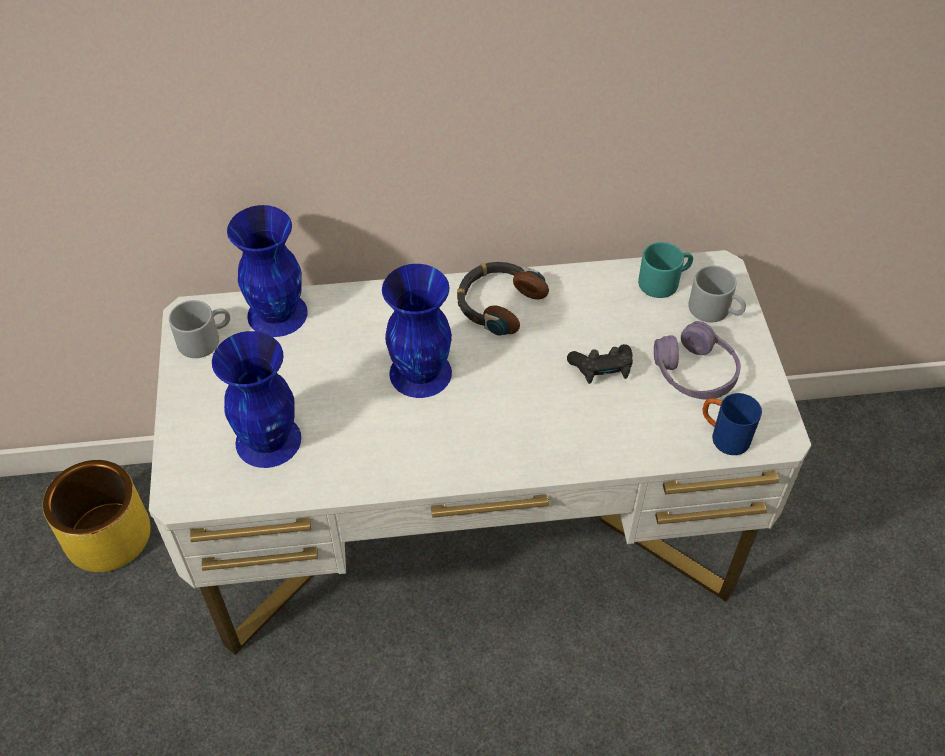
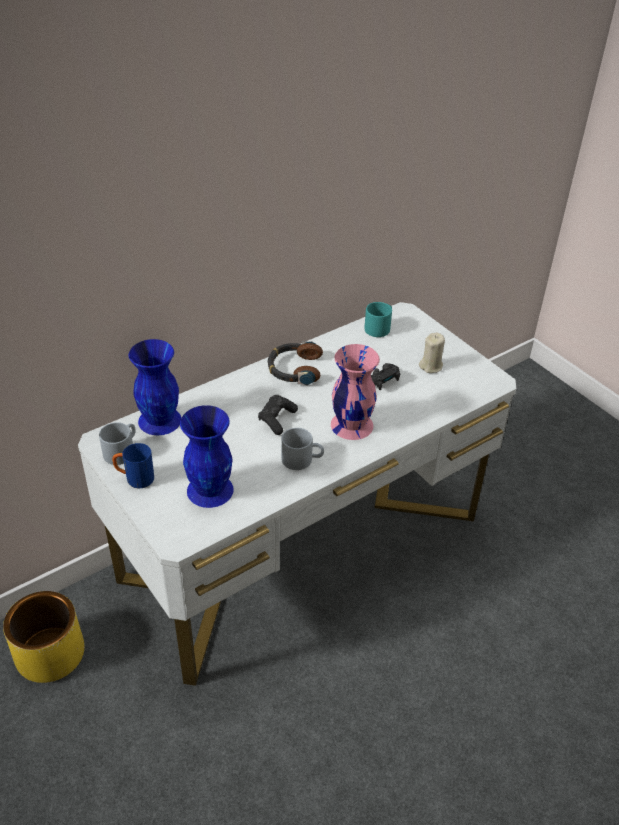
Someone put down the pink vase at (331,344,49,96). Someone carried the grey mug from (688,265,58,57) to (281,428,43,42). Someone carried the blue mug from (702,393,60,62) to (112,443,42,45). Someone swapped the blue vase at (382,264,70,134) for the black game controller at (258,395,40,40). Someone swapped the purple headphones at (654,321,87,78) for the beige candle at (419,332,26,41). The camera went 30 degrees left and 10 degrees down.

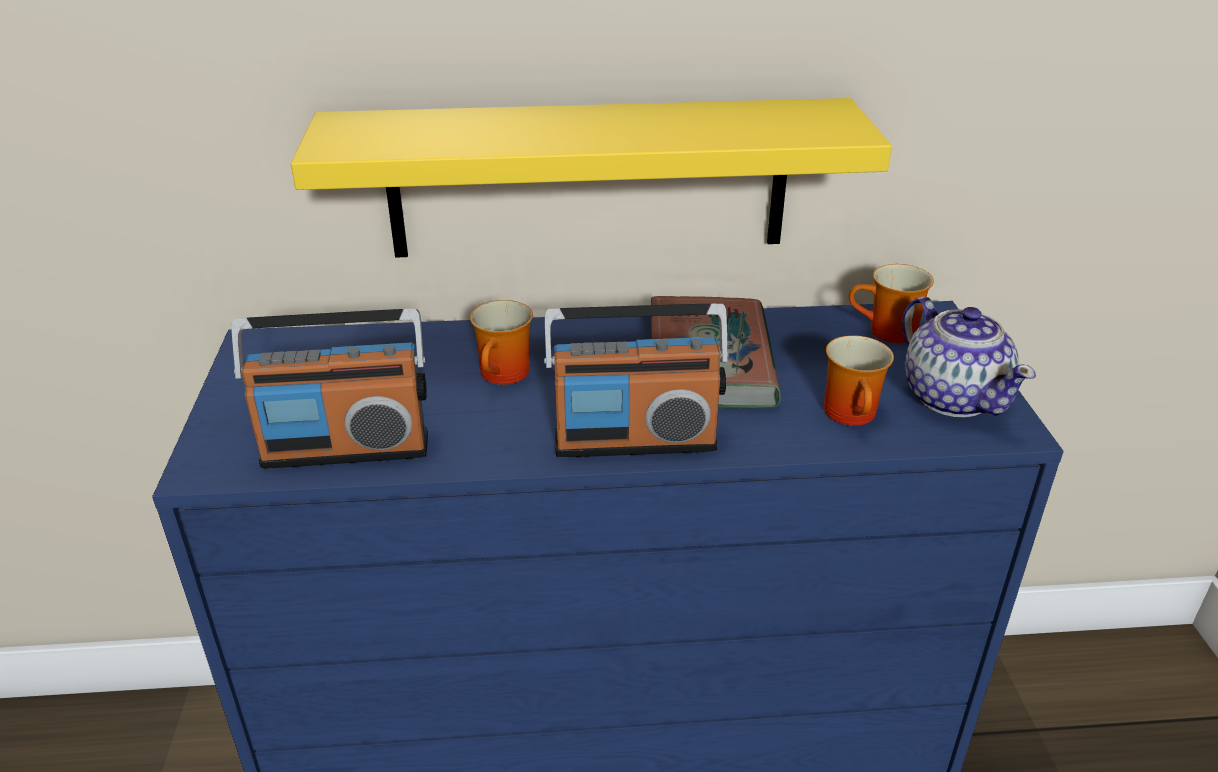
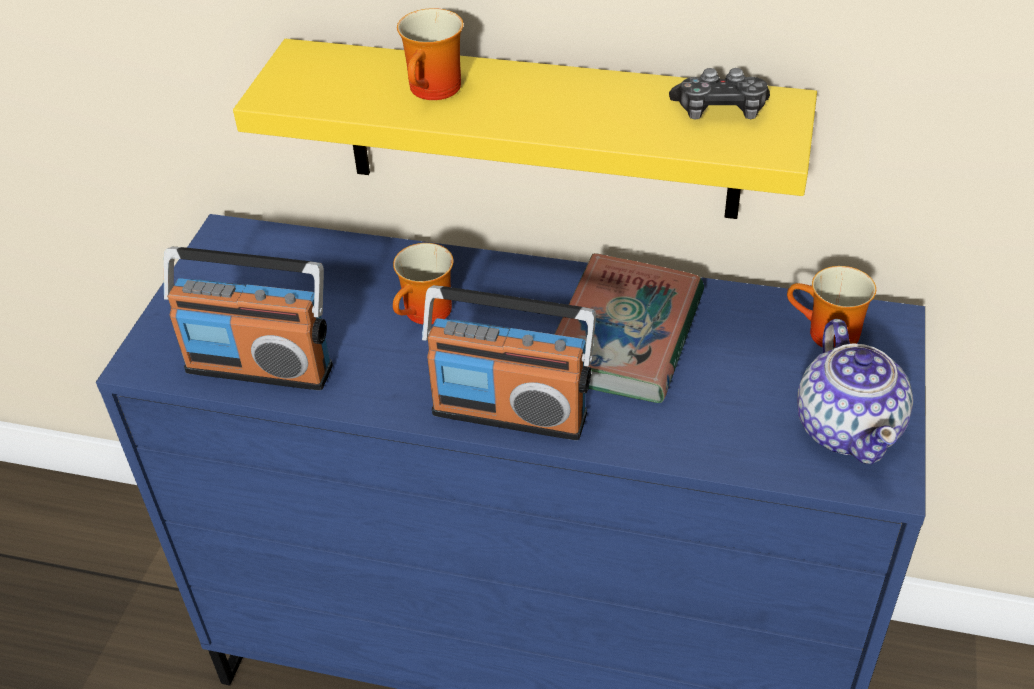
Someone put down the game controller at (669,68,101,52). Someone carried the mug from (824,335,70,91) to (397,8,66,92). The camera went 20 degrees right and 10 degrees up.

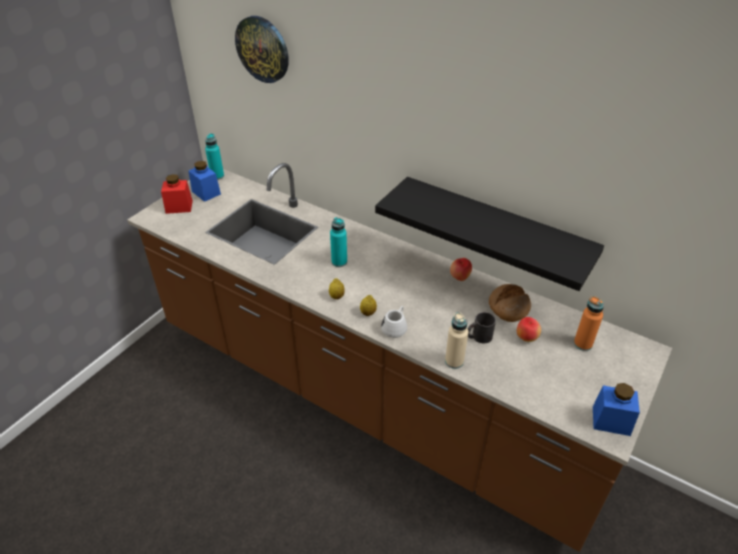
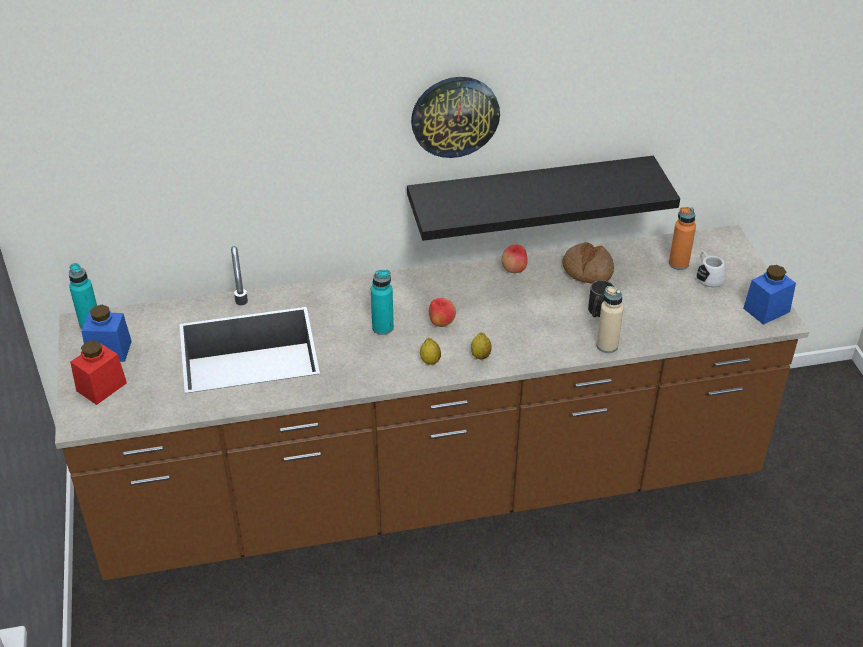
Someone carried the wall clock from (235,16,54,67) to (411,77,89,81). Someone carried the white mug from (381,306,26,32) to (696,251,31,36). Someone carried the apple from (517,317,24,25) to (429,298,27,29). The camera went 45 degrees left and 0 degrees up.

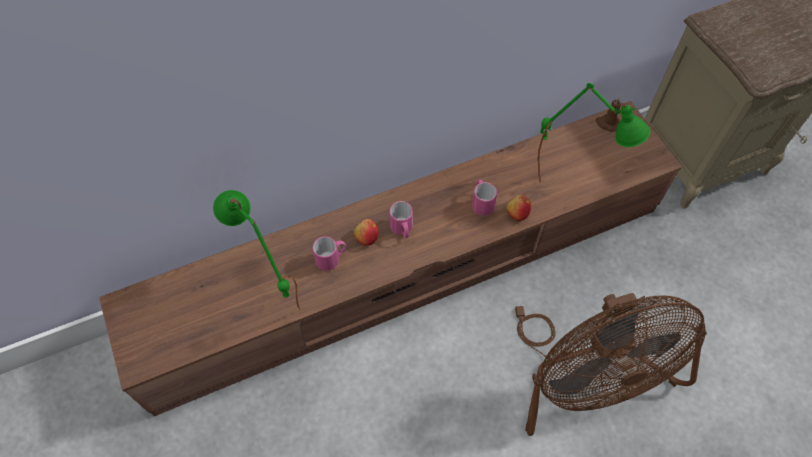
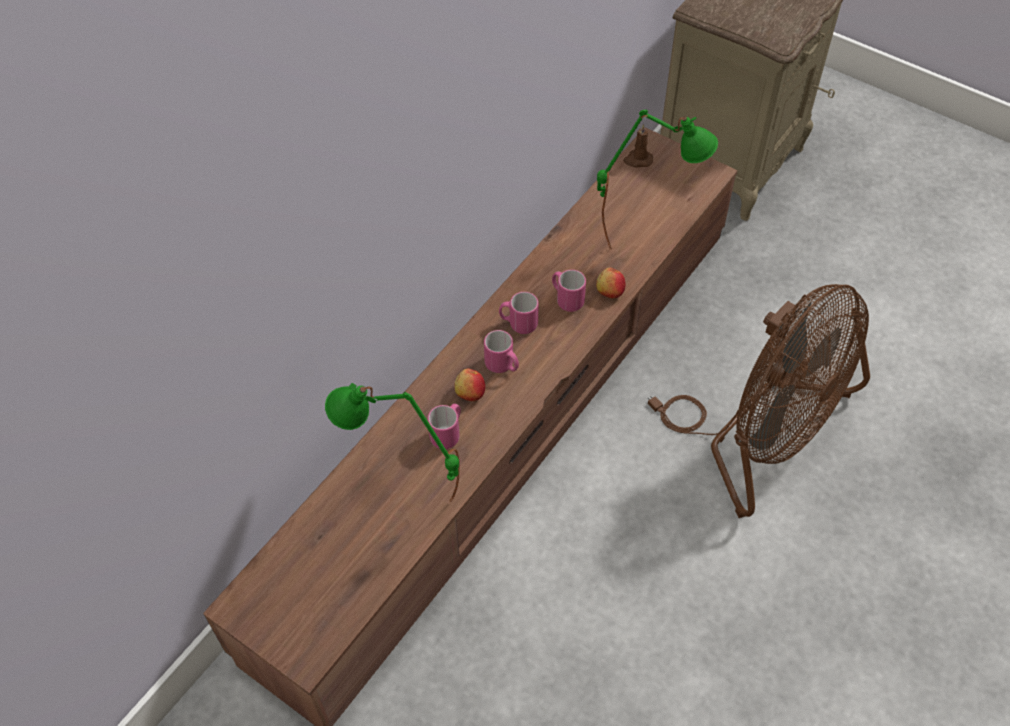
Someone put down the pink mug at (499,292,40,42). The camera went 30 degrees left and 5 degrees down.

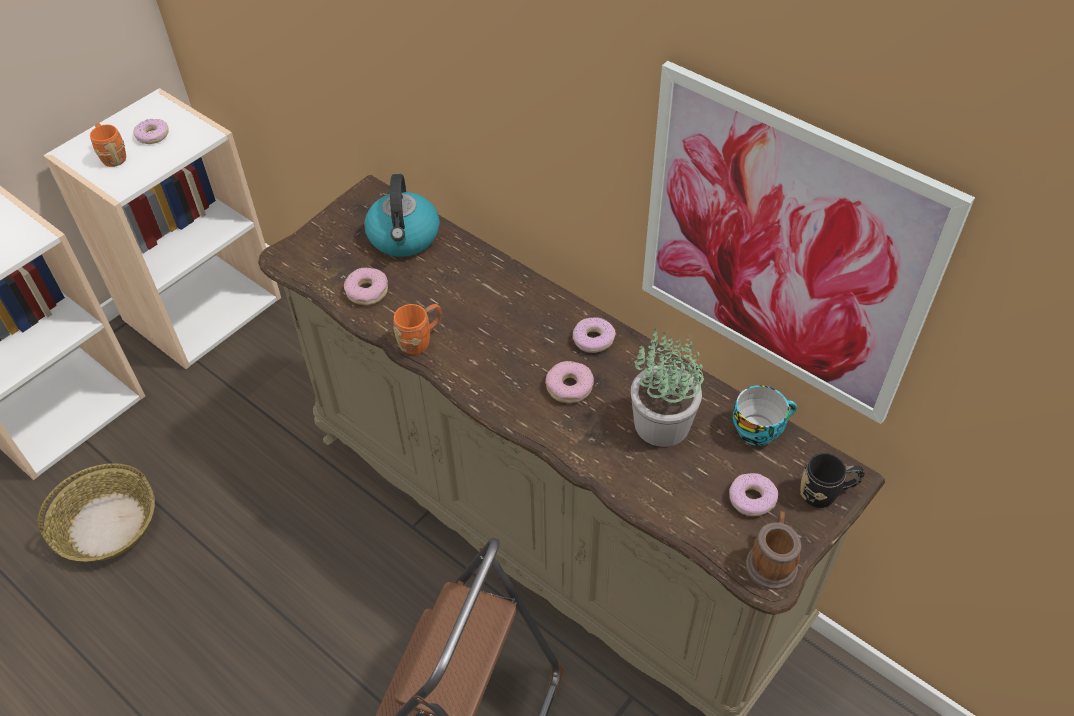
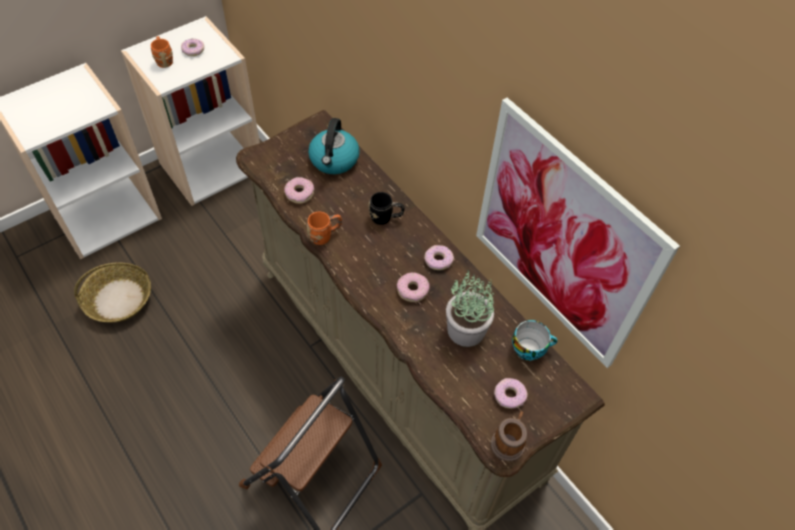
Someone carried the black mug from (800,453,65,55) to (368,192,36,33). The camera went 10 degrees right and 5 degrees up.

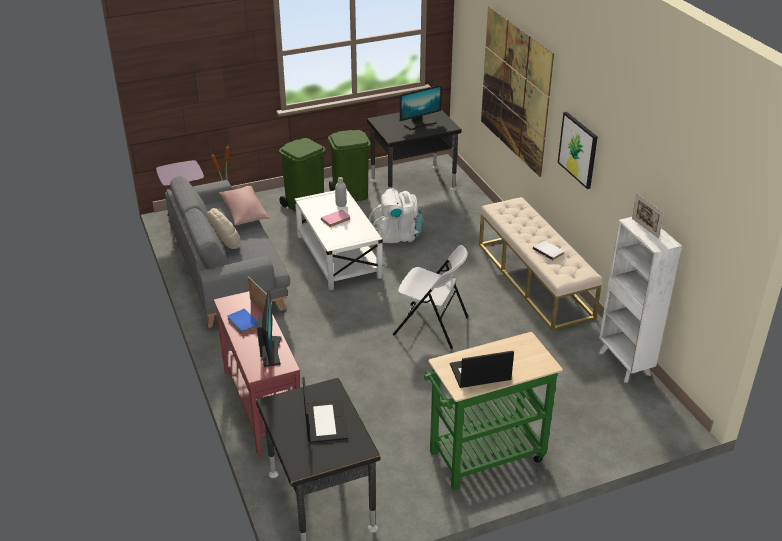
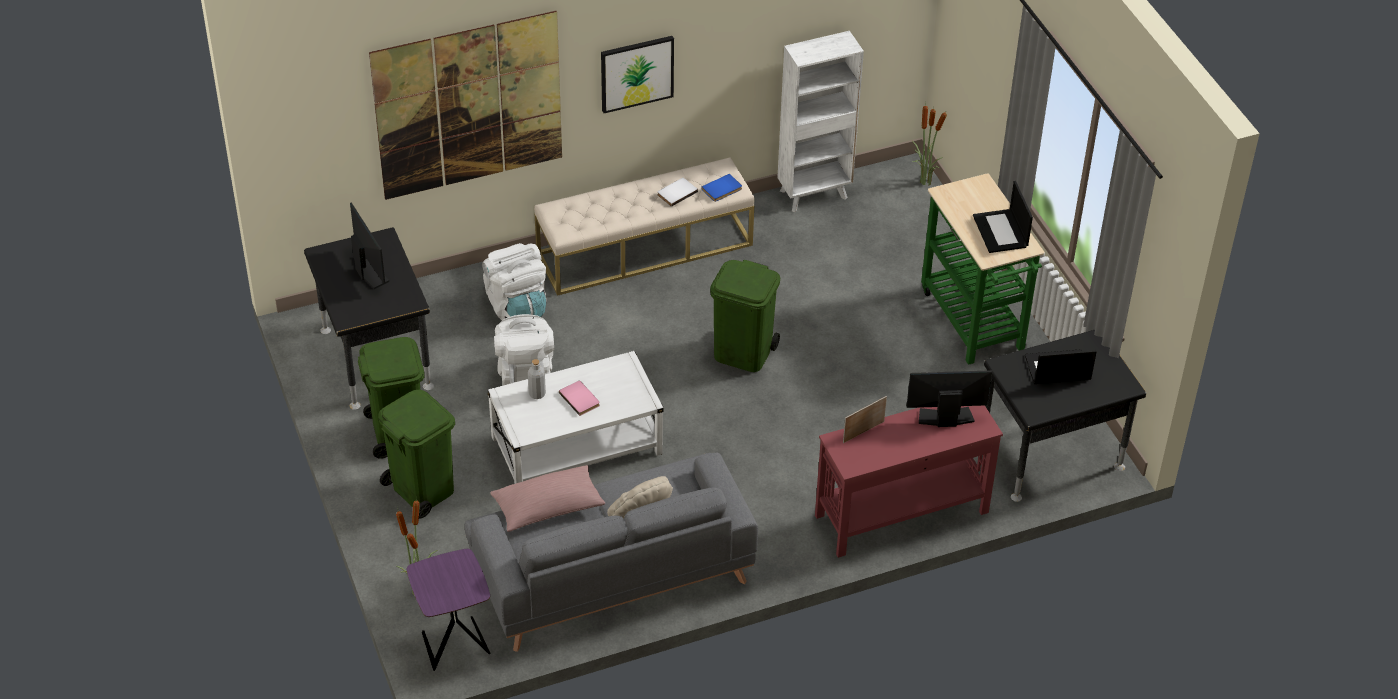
Someone took away the picture frame at (632,194,32,45). Someone put down the white backpack at (482,243,64,77). Someone put down the potted plant at (912,104,35,82). Someone carried the blue book from (227,309,31,25) to (701,174,41,28). Someone swapped the white chair at (393,245,76,104) for the green trash can at (710,260,70,112). The camera went 90 degrees left and 10 degrees up.

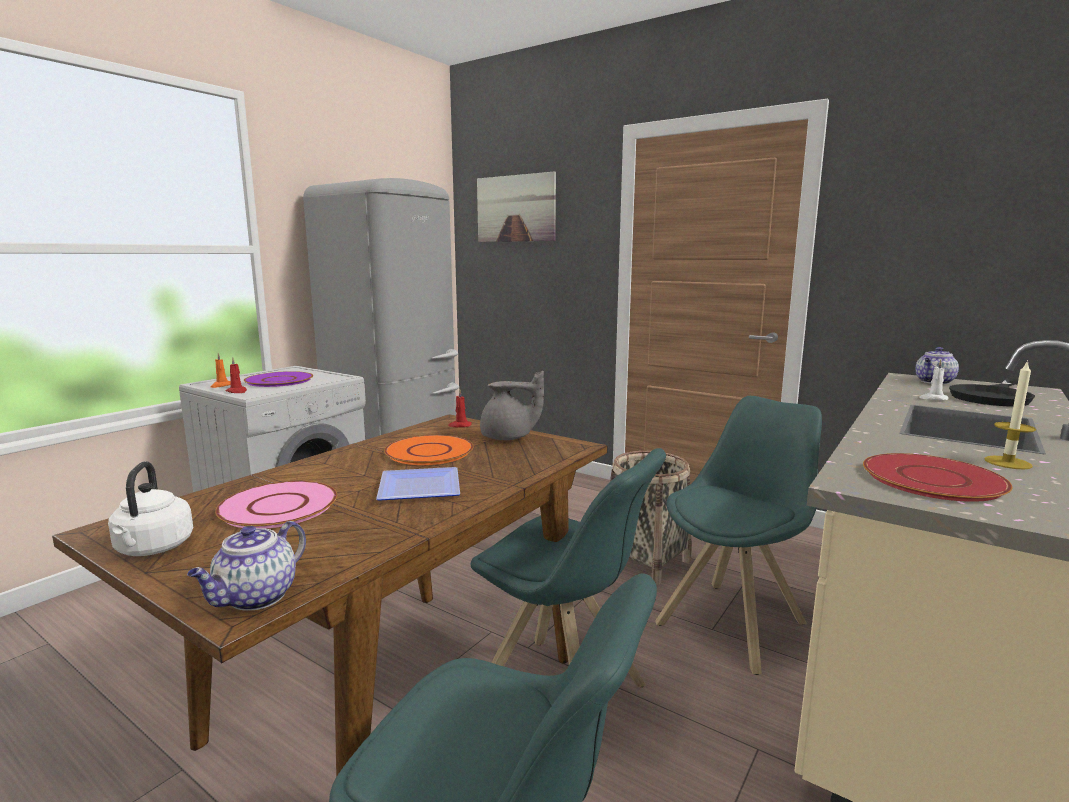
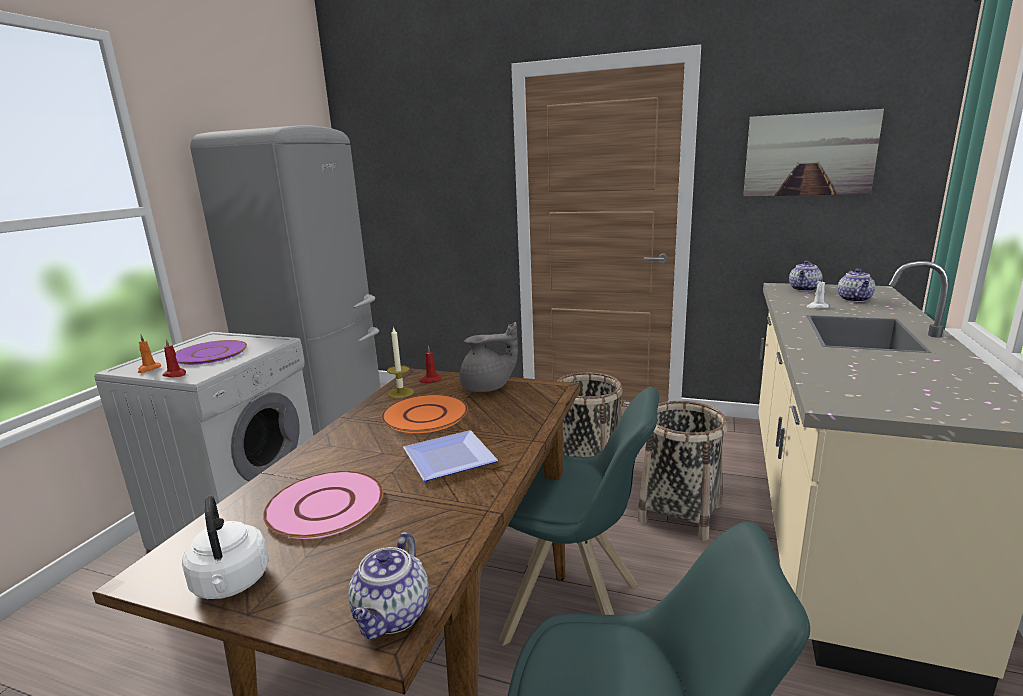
Someone took away the red plate at (863,453,149,49). Someone carried the picture from (477,172,79,70) to (743,109,141,87). Someone carried the candle from (984,360,52,110) to (387,326,27,72). Someone swapped the turquoise chair at (655,396,167,279) for the basket at (637,401,91,140). Someone swapped the black frying pan at (949,378,86,28) for the teapot at (838,268,37,34). The camera went 15 degrees left and 5 degrees up.

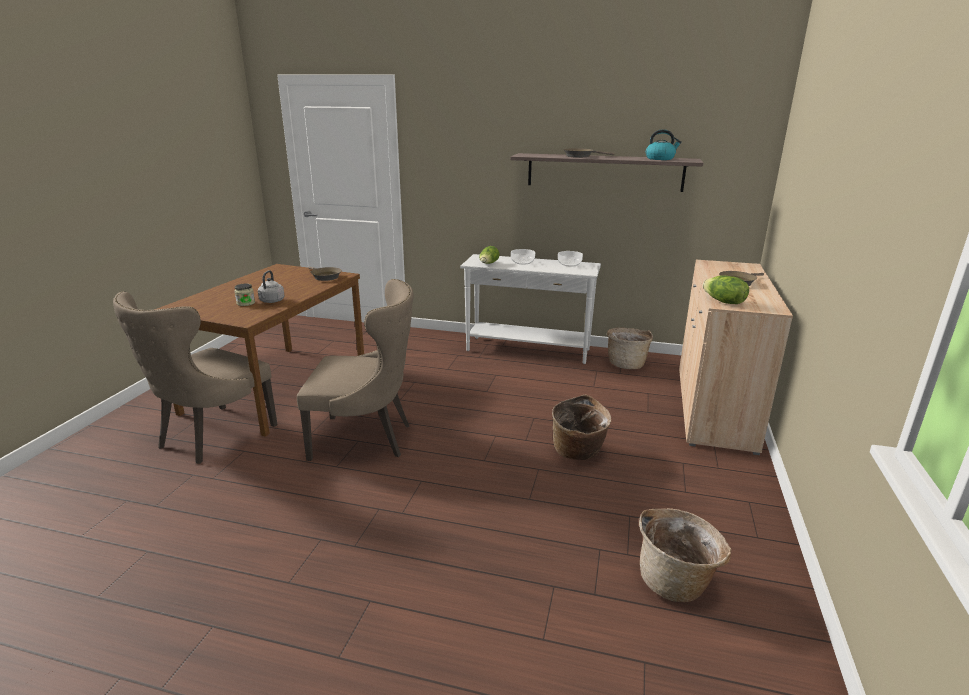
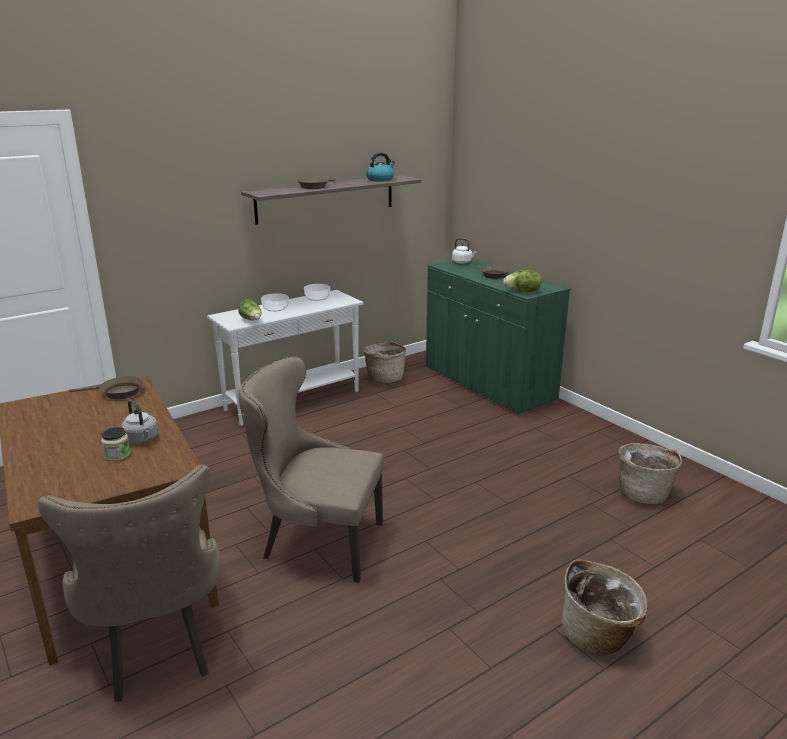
Someone put down the white kettle at (452,238,24,26). Someone carried the basket from (552,395,59,65) to (562,559,86,97). Someone repainted the beige cabinet at (679,260,114,195), which became the green cabinet at (426,258,144,158). Someone rotated the beige chair at (297,279,117,182) by 120 degrees counterclockwise. The camera went 50 degrees left and 0 degrees up.

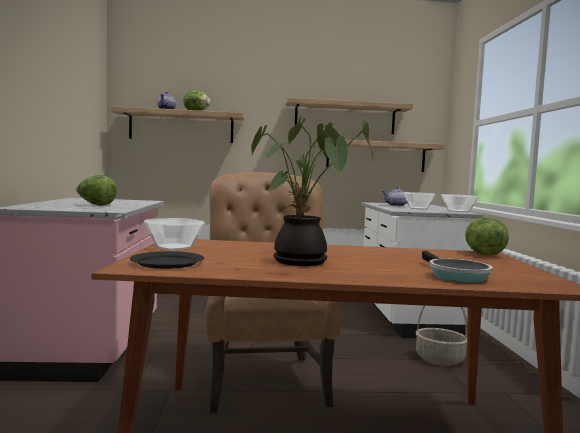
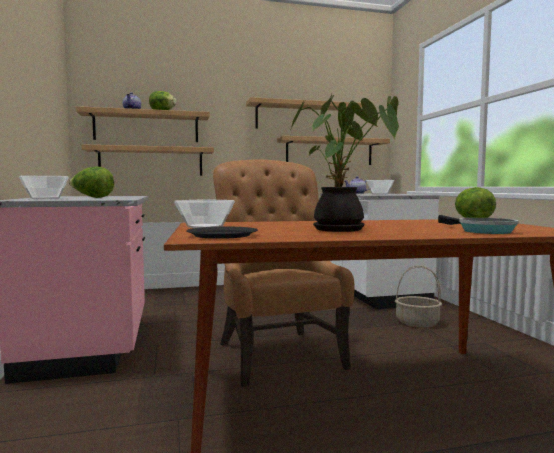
Someone put up the shelf at (82,144,132,32). Someone carried the bowl from (441,194,38,18) to (19,176,49,23). The camera went 10 degrees left and 0 degrees up.

